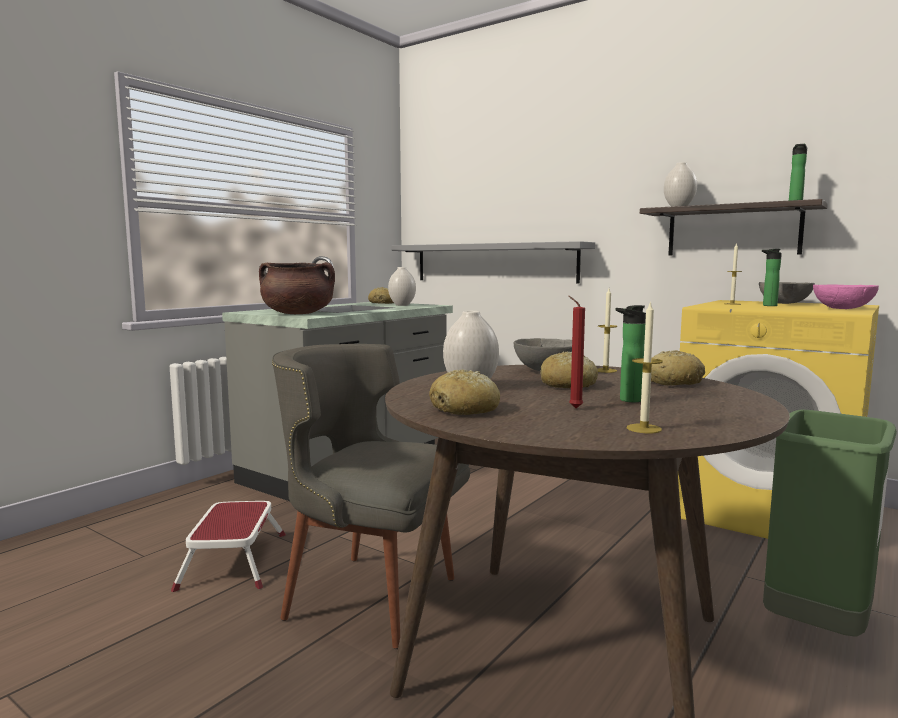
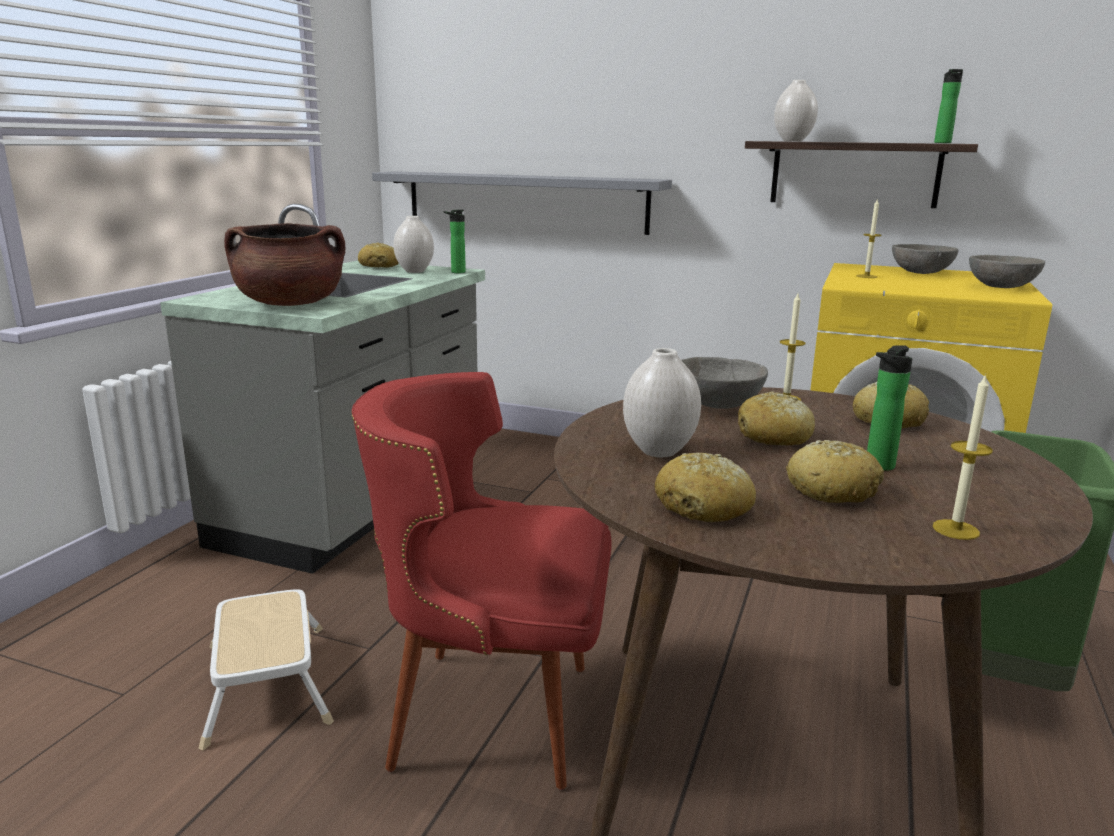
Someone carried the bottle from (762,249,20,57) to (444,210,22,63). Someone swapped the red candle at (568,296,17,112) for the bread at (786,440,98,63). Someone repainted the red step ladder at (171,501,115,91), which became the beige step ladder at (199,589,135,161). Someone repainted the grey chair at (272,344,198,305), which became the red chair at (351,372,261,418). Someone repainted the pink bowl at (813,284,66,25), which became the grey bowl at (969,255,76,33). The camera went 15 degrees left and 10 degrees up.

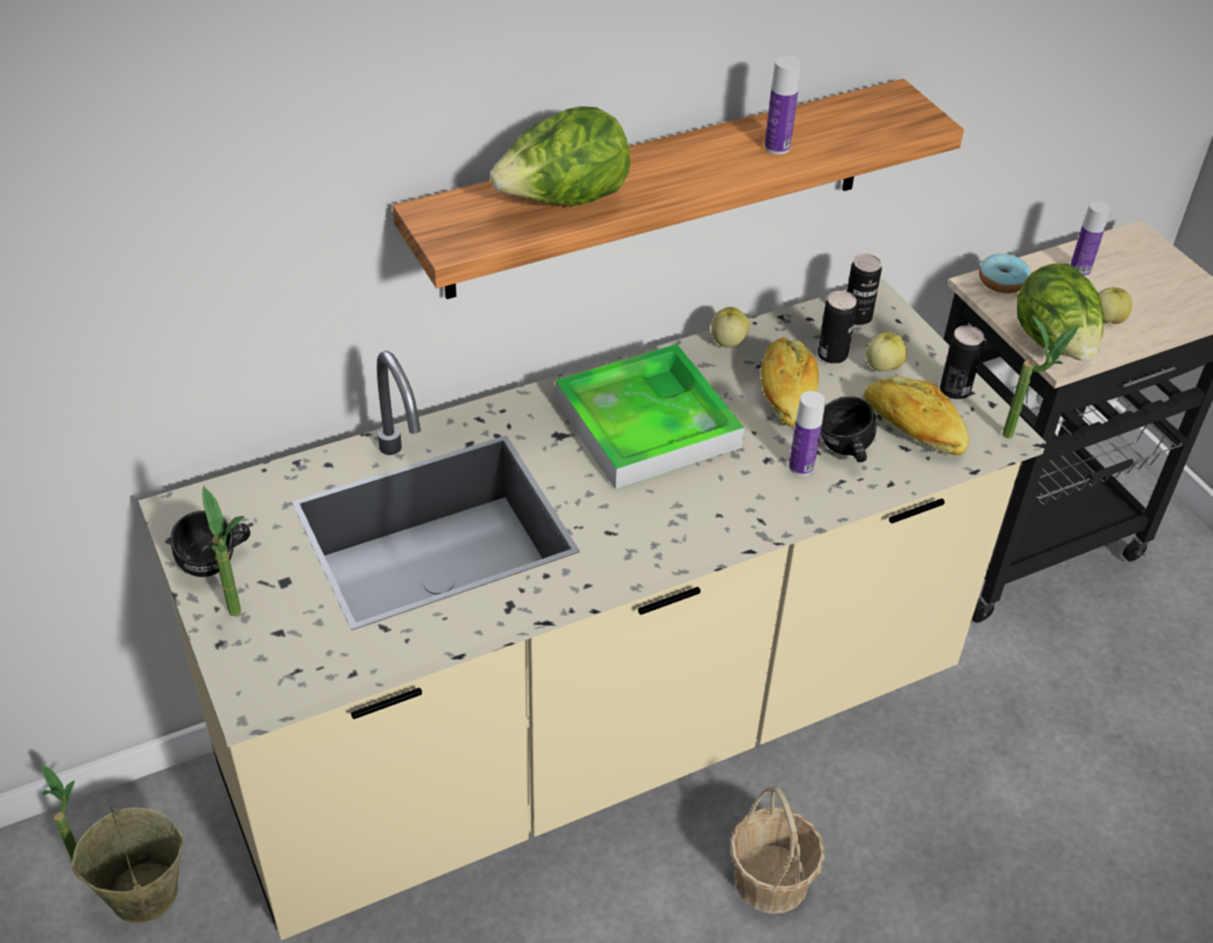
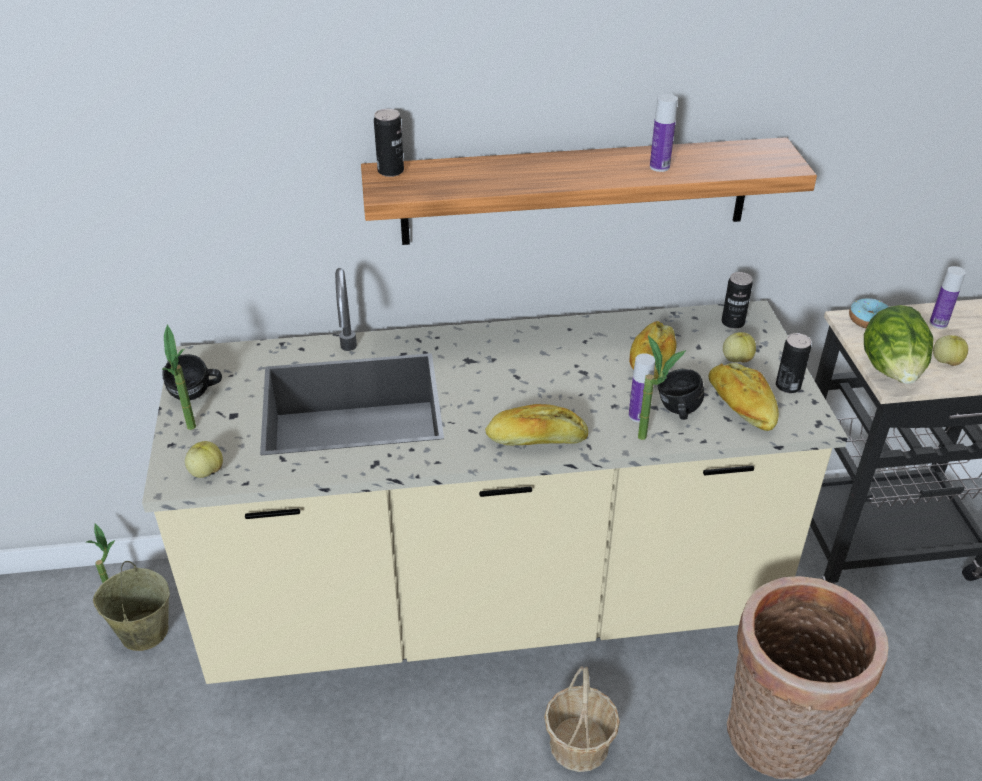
Someone took away the lettuce at (490,106,140,100). Someone took away the tray at (555,344,189,145). Someone put down the bread at (485,404,103,41). Someone put down the basket at (727,576,161,203). Someone carried the apple from (711,307,39,41) to (185,441,38,37). Someone carried the can from (818,291,39,73) to (374,109,30,68). Someone carried the potted plant from (1003,316,76,123) to (638,335,48,105). The camera went 20 degrees right and 5 degrees down.

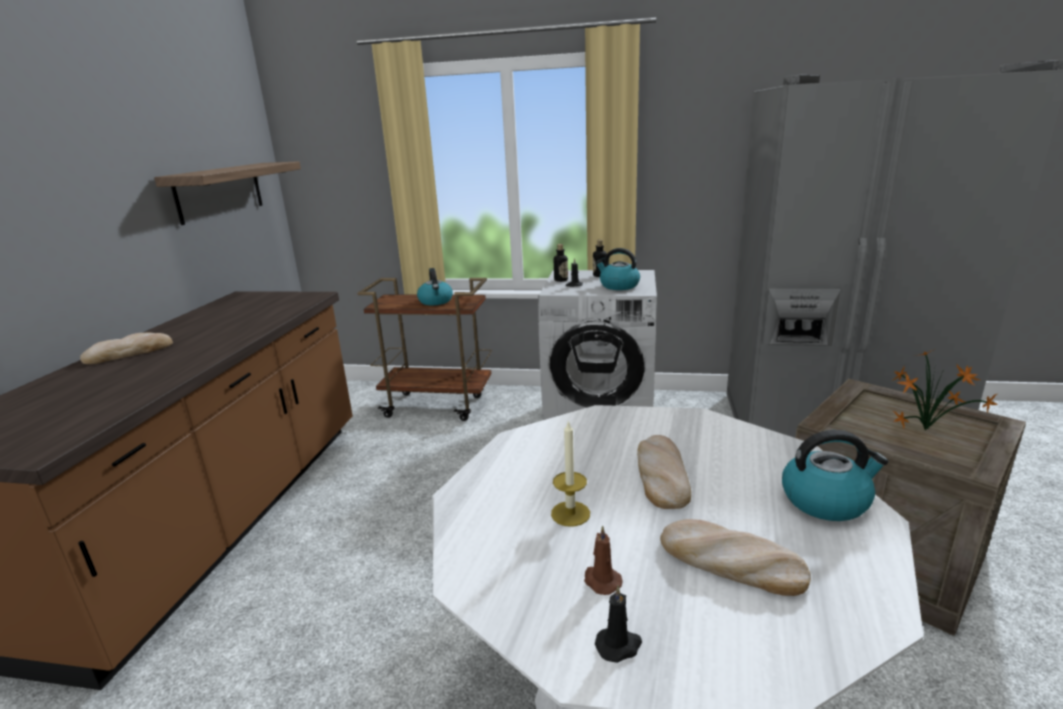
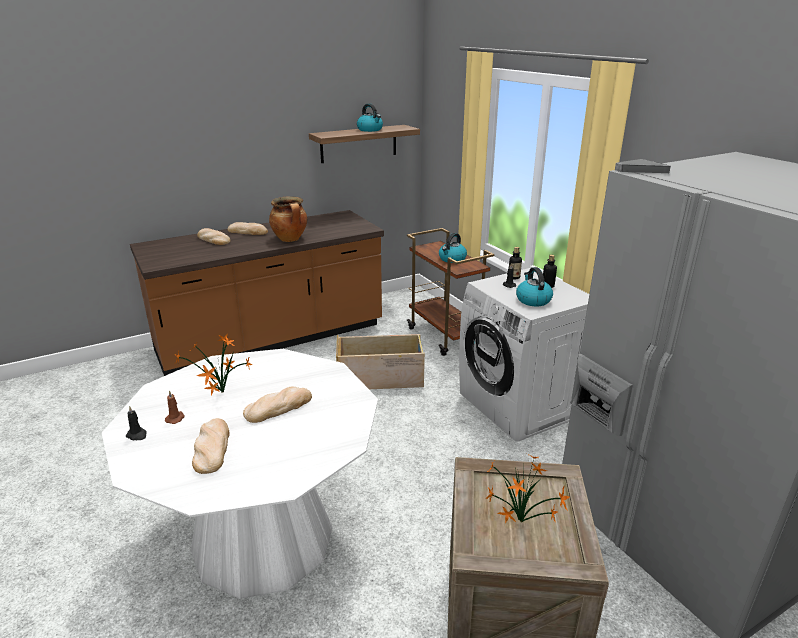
Someone put down the bread at (197,228,34,17). Someone put down the cooking pot at (269,197,38,45). Someone put down the crate at (336,334,89,55). Someone carried the kettle from (782,430,106,91) to (357,103,26,29). Someone swapped the candle at (551,420,39,107) for the potted plant at (174,333,78,62). The camera went 50 degrees right and 5 degrees up.

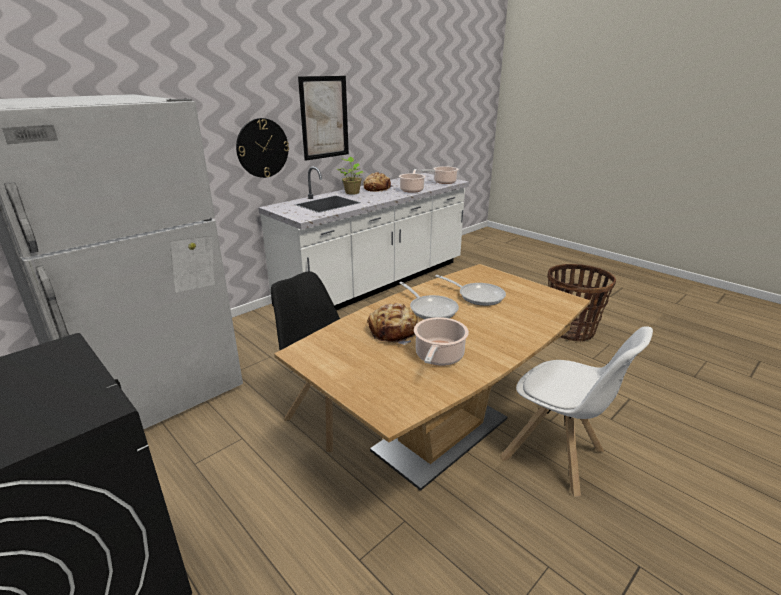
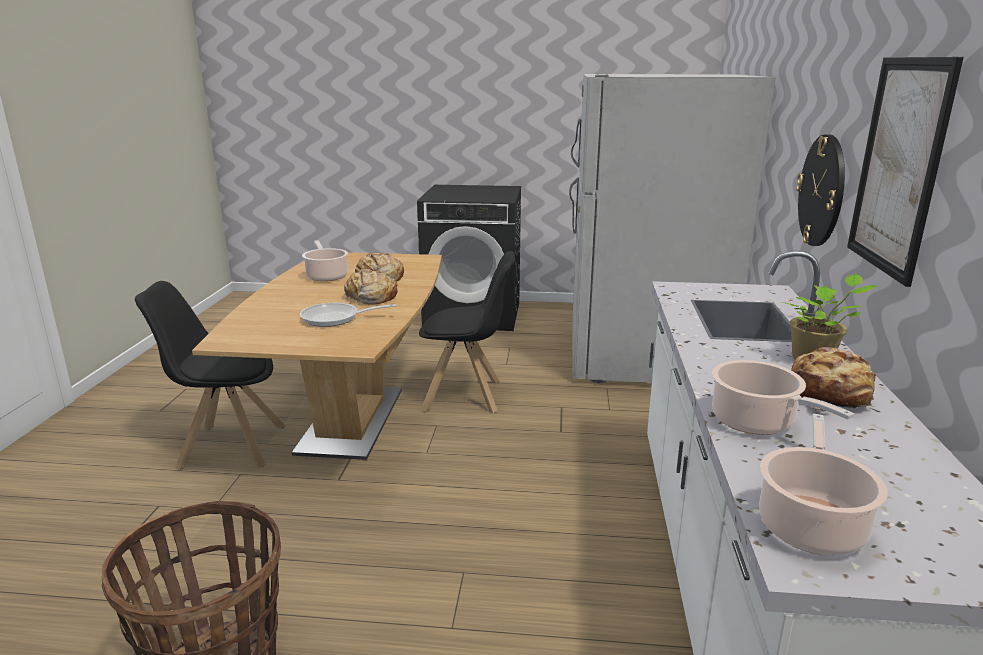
Someone swapped the frying pan at (399,282,60,37) for the bread at (344,269,54,35). Someone repainted the white chair at (500,326,153,171), which became the black chair at (135,281,151,189). The camera went 140 degrees right and 5 degrees down.

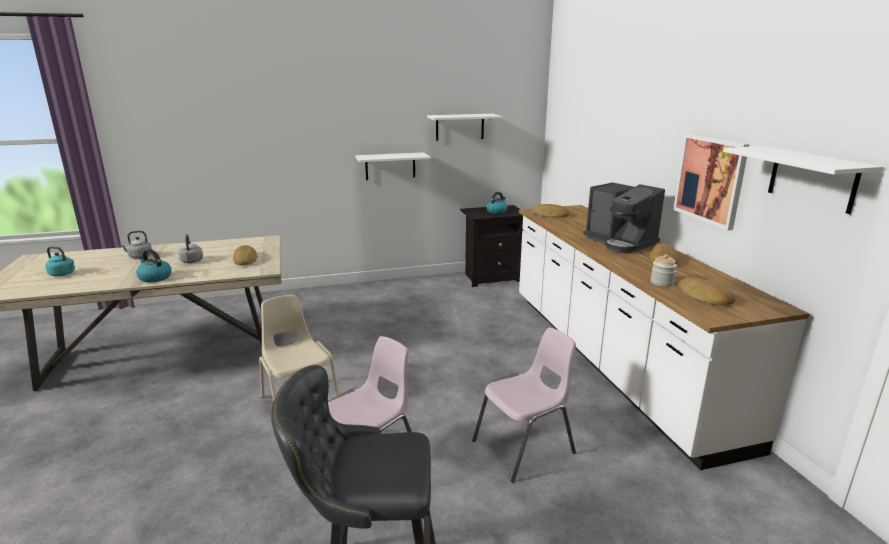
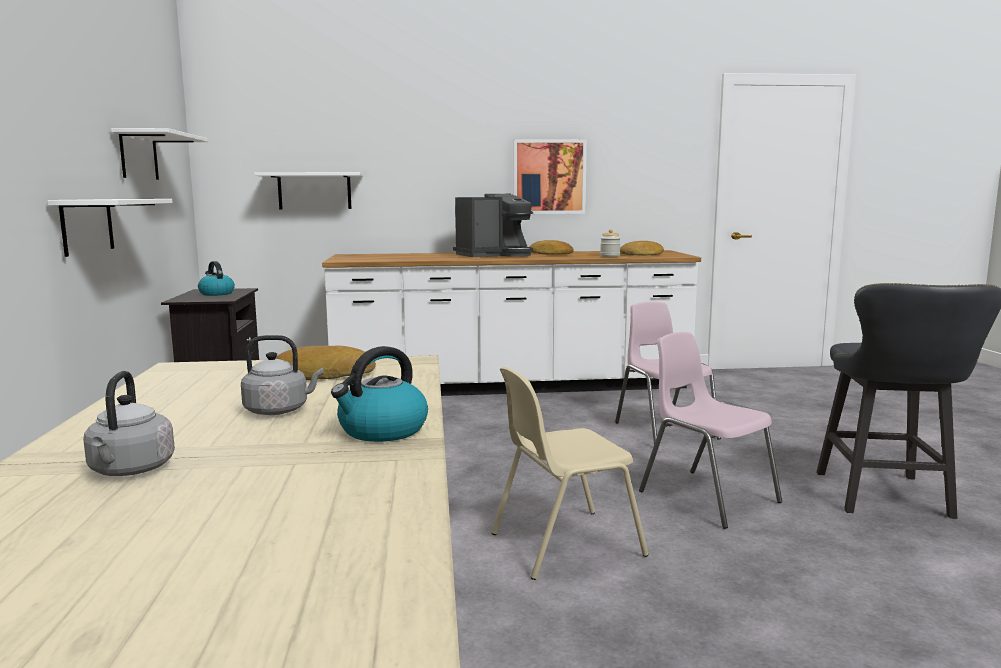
Someone took away the turquoise kettle at (45,246,30,30). Someone took away the bread at (531,204,39,14). Someone carried the white shelf from (723,146,160,68) to (254,172,109,37). The camera went 80 degrees left and 10 degrees down.

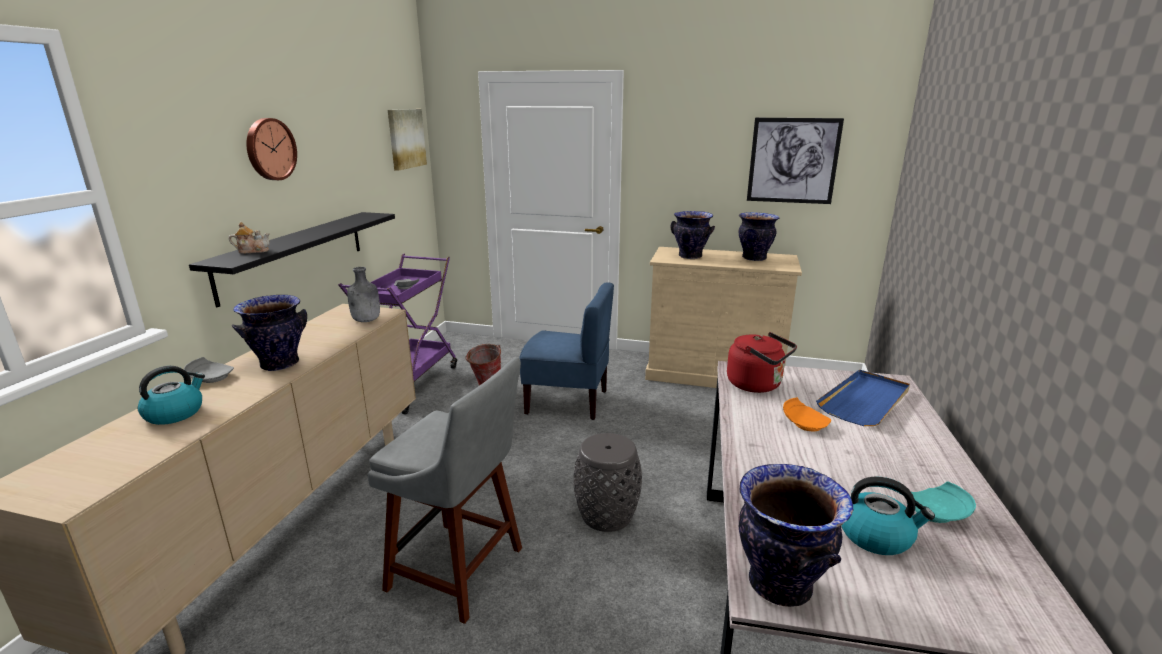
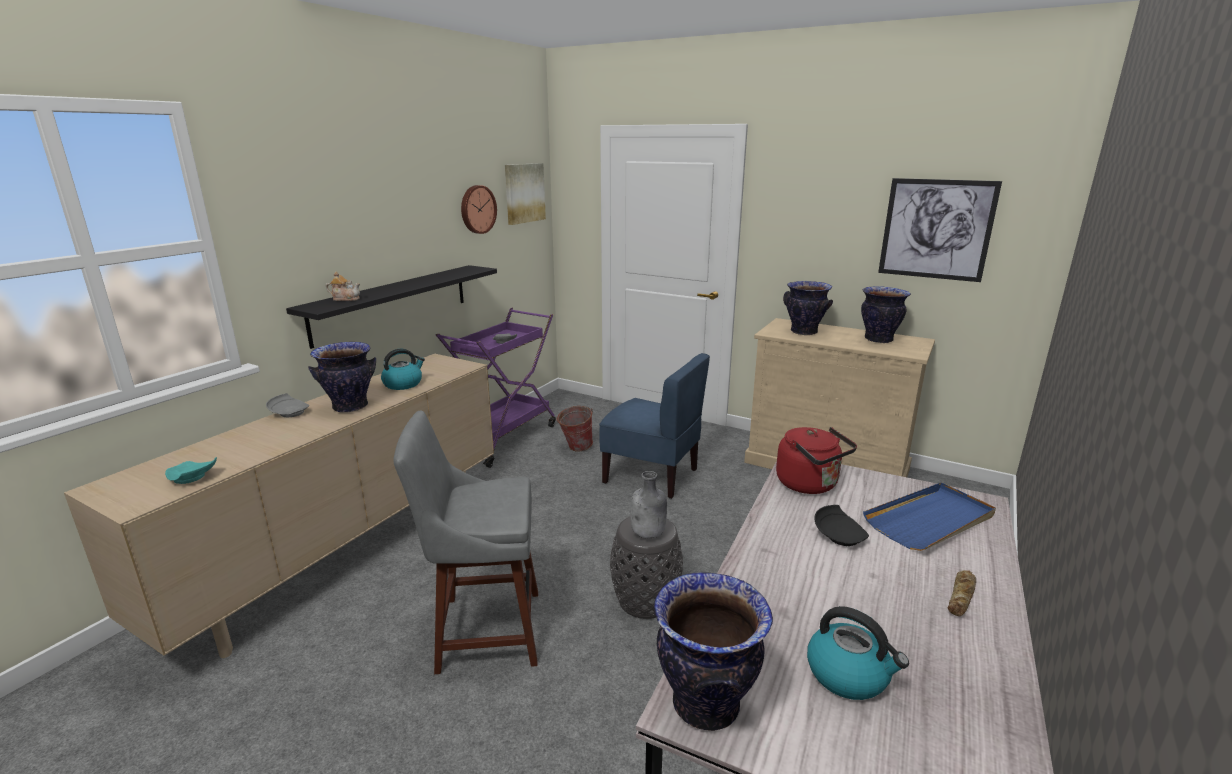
Someone put down the bread at (948,570,28,46). Someone carried the kettle from (138,366,67,59) to (381,349,44,41). Someone carried the wall clock from (246,118,51,62) to (461,185,36,49). Someone carried the grey bottle from (347,267,33,55) to (630,471,37,68). Someone carried the turquoise plate from (911,481,65,42) to (165,457,52,27). Someone repainted the orange plate at (783,398,48,34), which became the black plate at (815,505,54,41). Someone rotated the grey chair at (368,358,154,266) by 135 degrees clockwise. The camera went 15 degrees right and 0 degrees up.

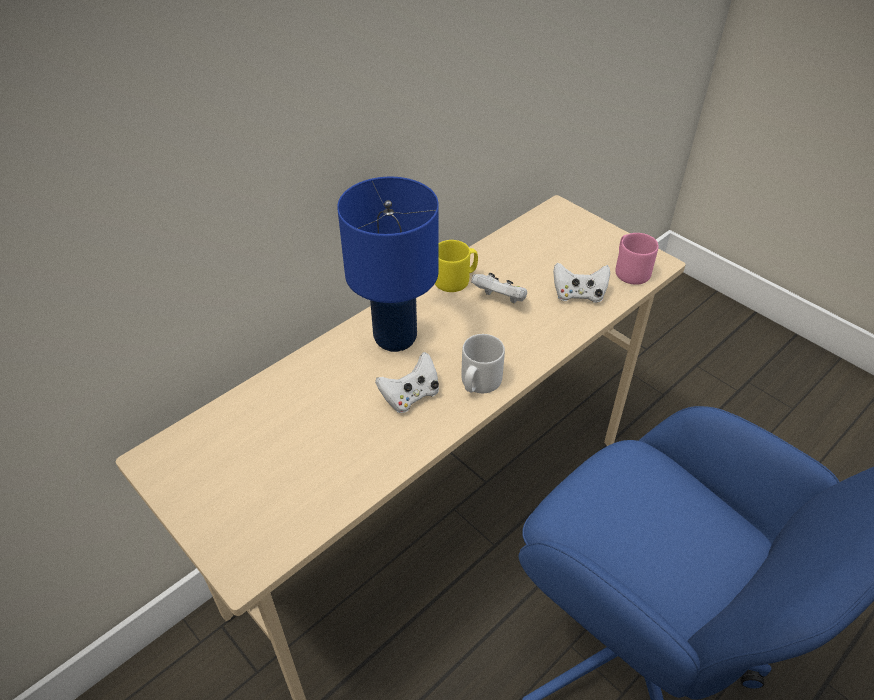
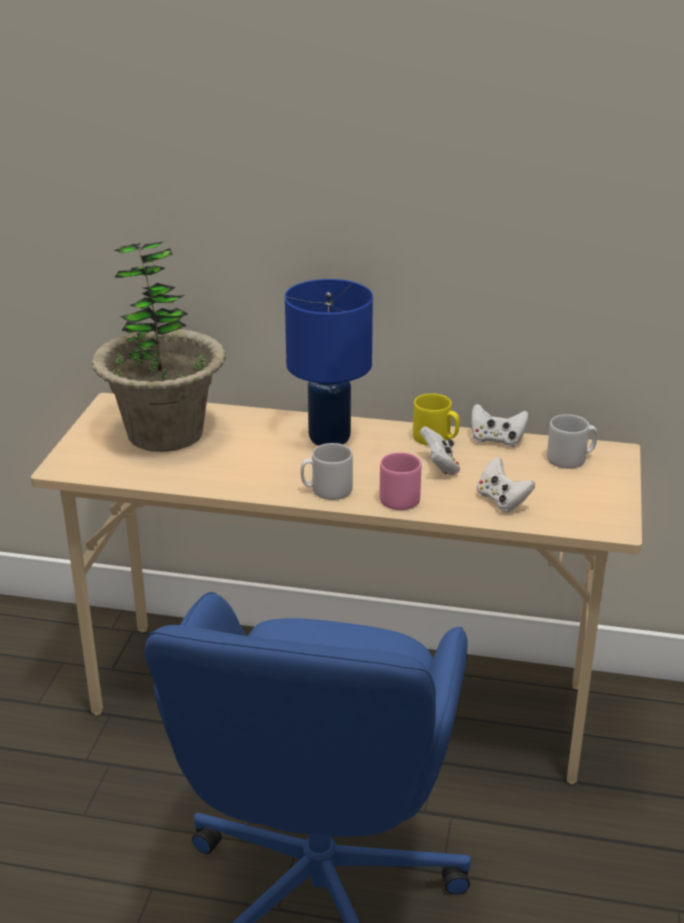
Someone put down the potted plant at (91,240,135,212). Someone put down the grey mug at (547,414,50,55). Someone carried the white game controller from (375,352,64,61) to (471,404,58,43). Someone carried the pink mug from (615,233,44,52) to (379,452,42,58). The camera went 55 degrees right and 15 degrees down.

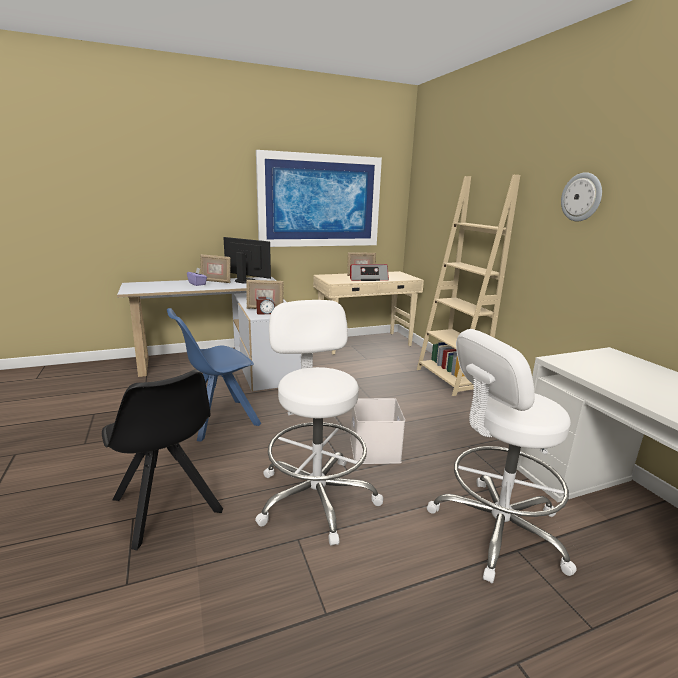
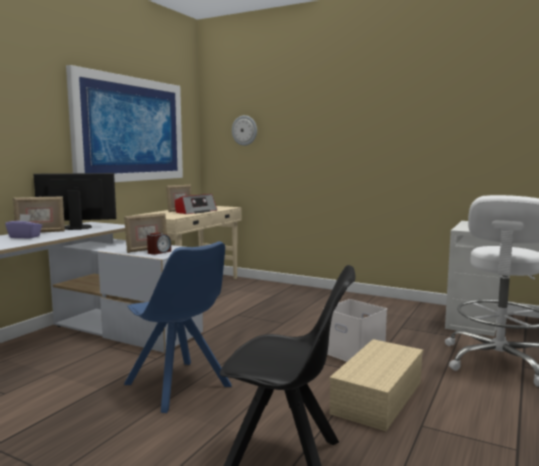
Someone took away the beige bookcase at (417,175,103,221). Someone carried the wall clock from (561,172,41,49) to (232,115,25,31). Someone swapped the white stool at (255,300,128,246) for the beige storage box at (329,339,94,92). Someone rotated the blue chair at (167,308,94,134) by 60 degrees counterclockwise. The camera went 40 degrees left and 10 degrees down.

